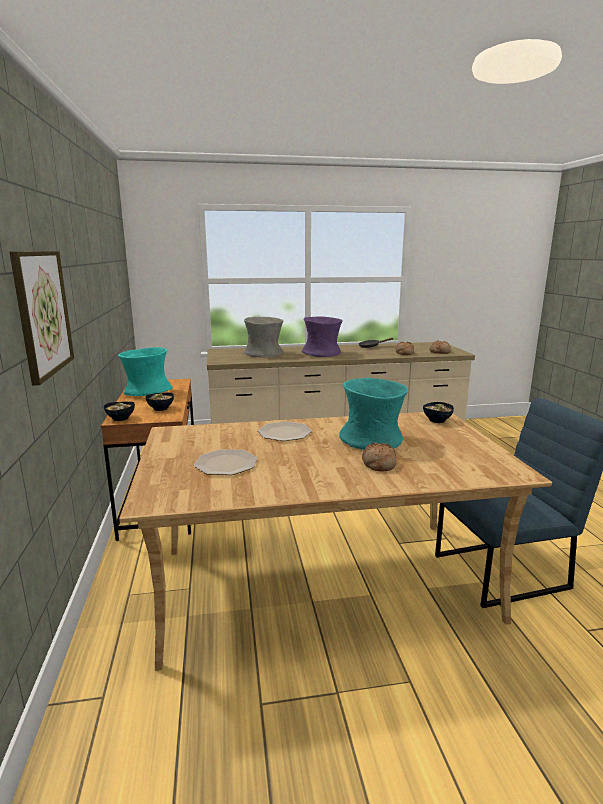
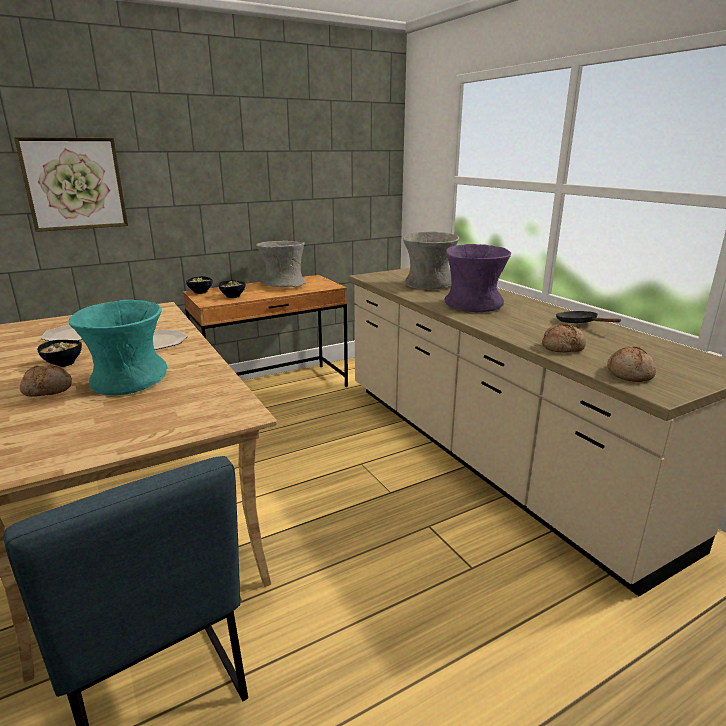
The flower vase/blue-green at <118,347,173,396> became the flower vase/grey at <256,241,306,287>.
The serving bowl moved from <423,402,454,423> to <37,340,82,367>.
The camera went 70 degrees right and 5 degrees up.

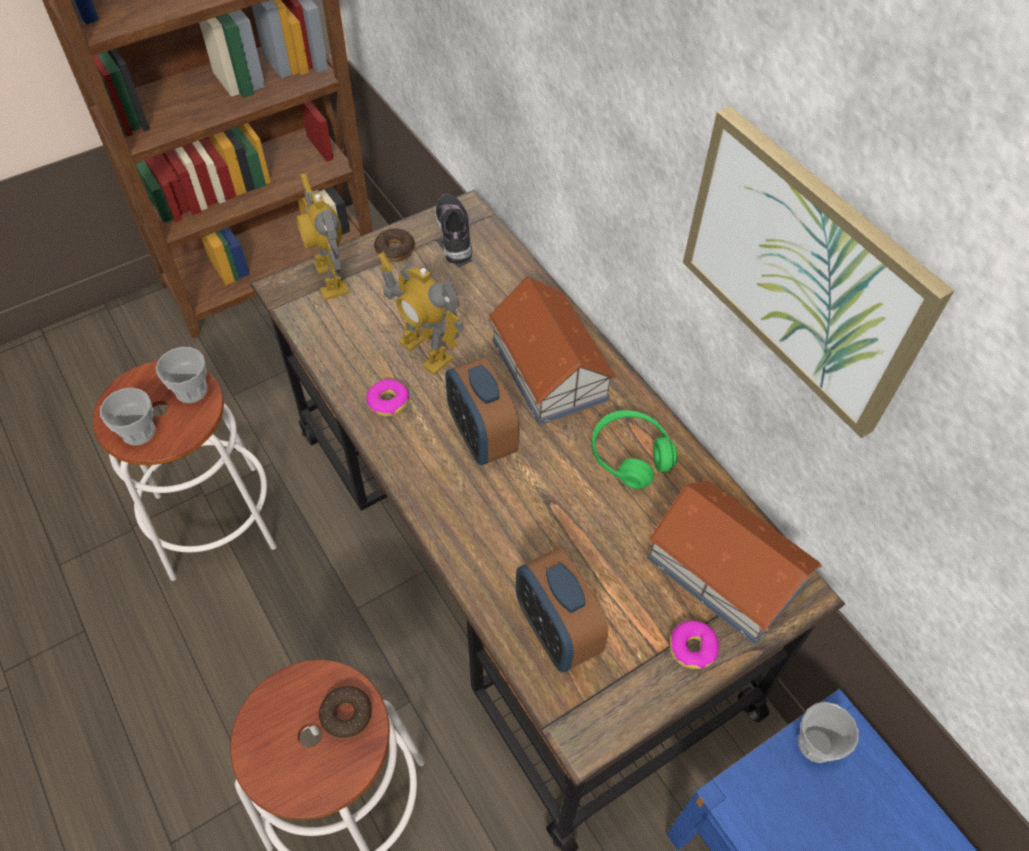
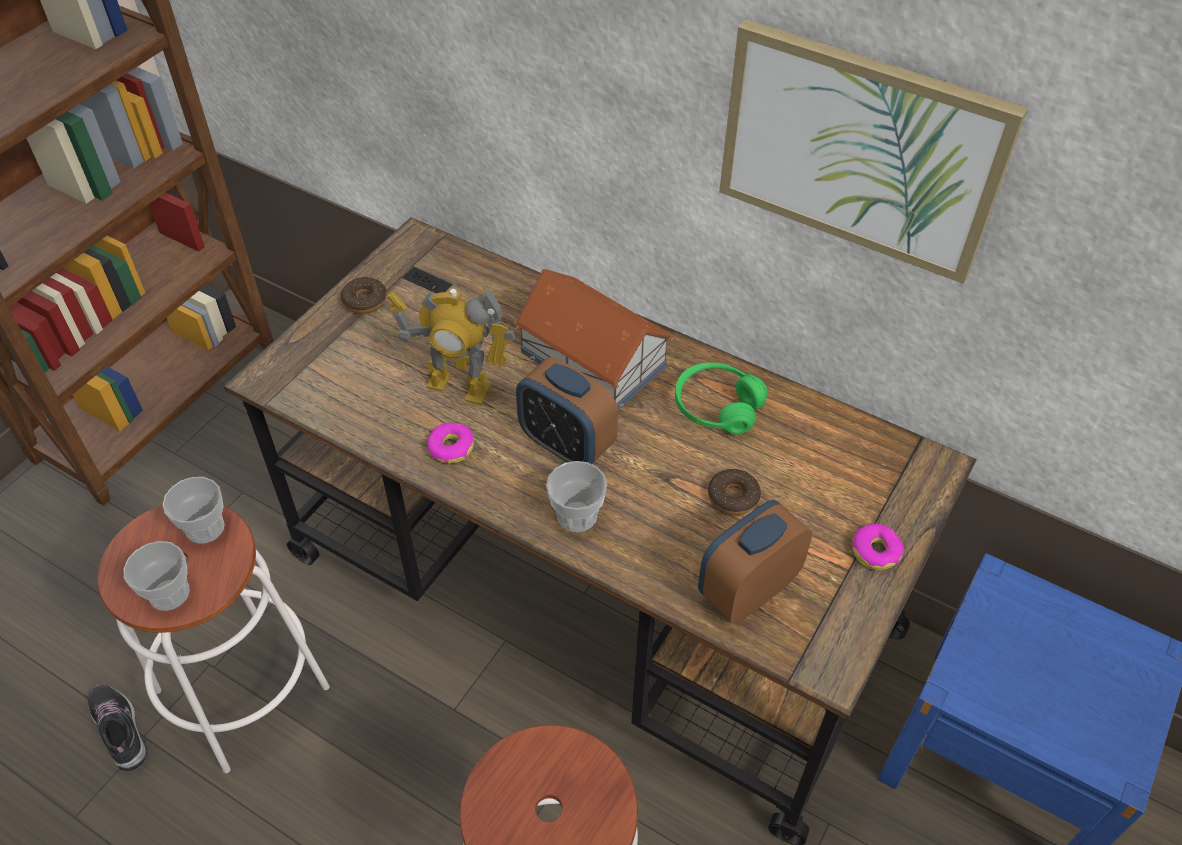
The robot figure at <296,173,349,300> disappeared.
The low shoe moved from <435,194,472,264> to <88,685,147,771>.
The miniature house at <647,479,822,644> disappeared.
The alarm clock at <516,548,608,673> turned 105 degrees clockwise.
The doughnut moved from <319,686,372,739> to <708,469,761,515>.
The cup moved from <798,702,859,763> to <546,461,607,532>.
The camera went 25 degrees left and 5 degrees down.

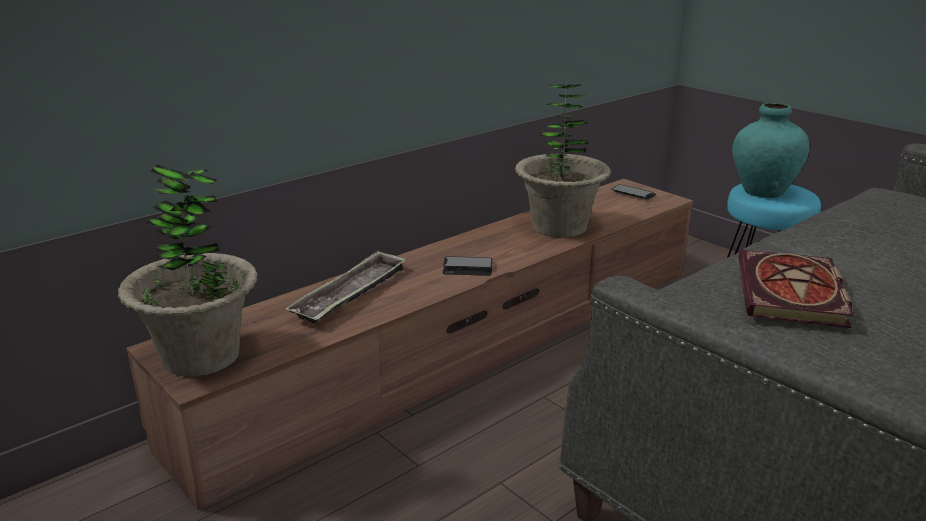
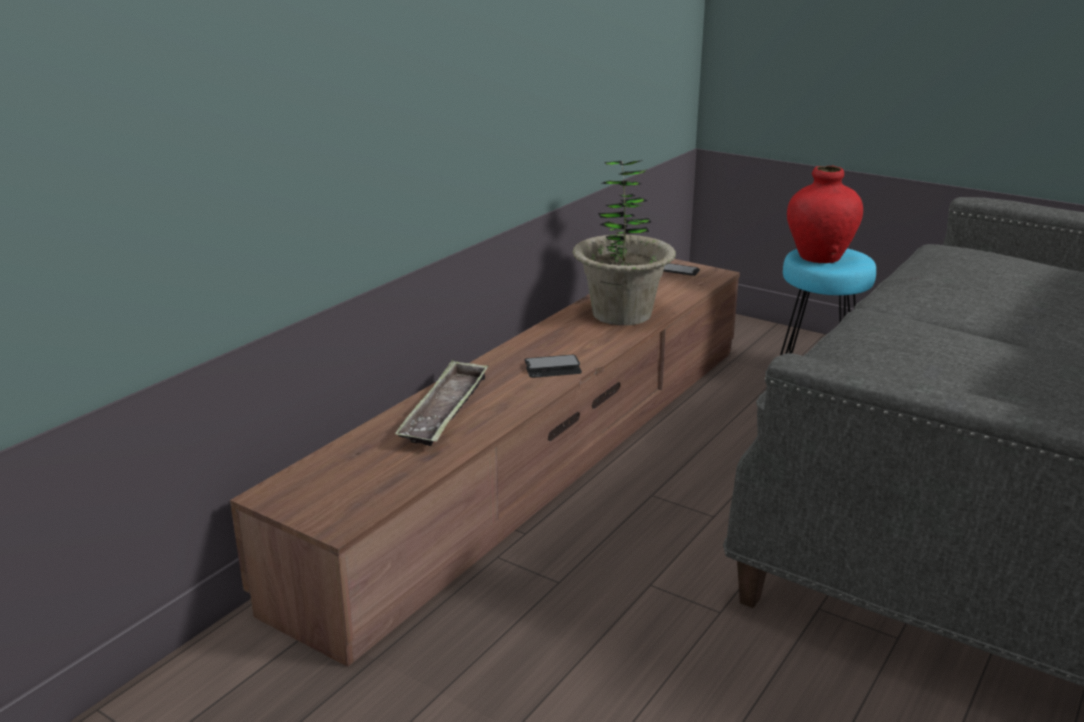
The flower vase/blue-green at <732,103,810,198> became the flower vase/reddish at <787,166,863,263>.
The plant in a pot at <118,165,258,377> disappeared.
The volume at <739,250,854,328> disappeared.
The camera went 15 degrees left and 0 degrees up.

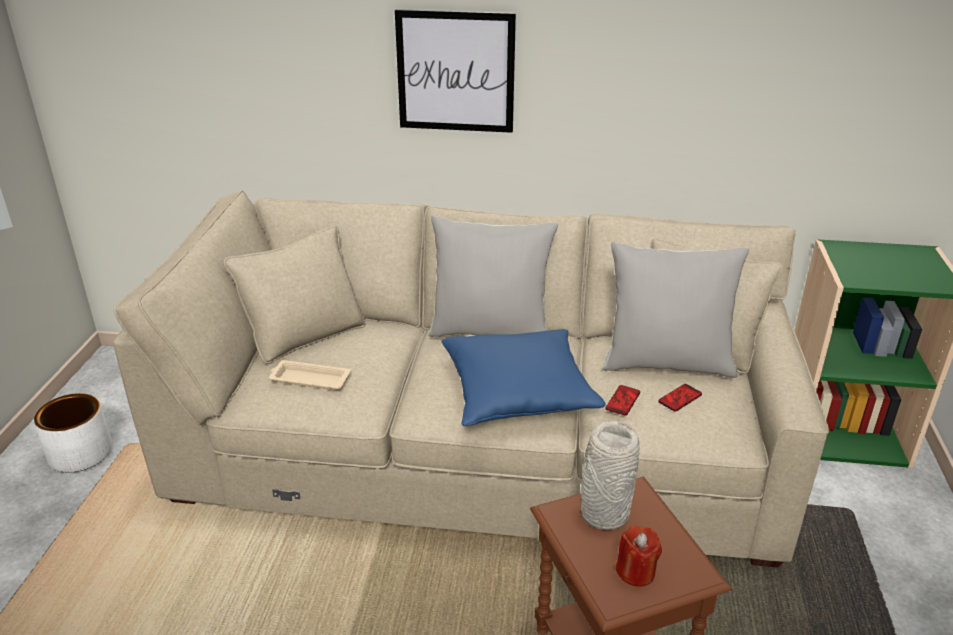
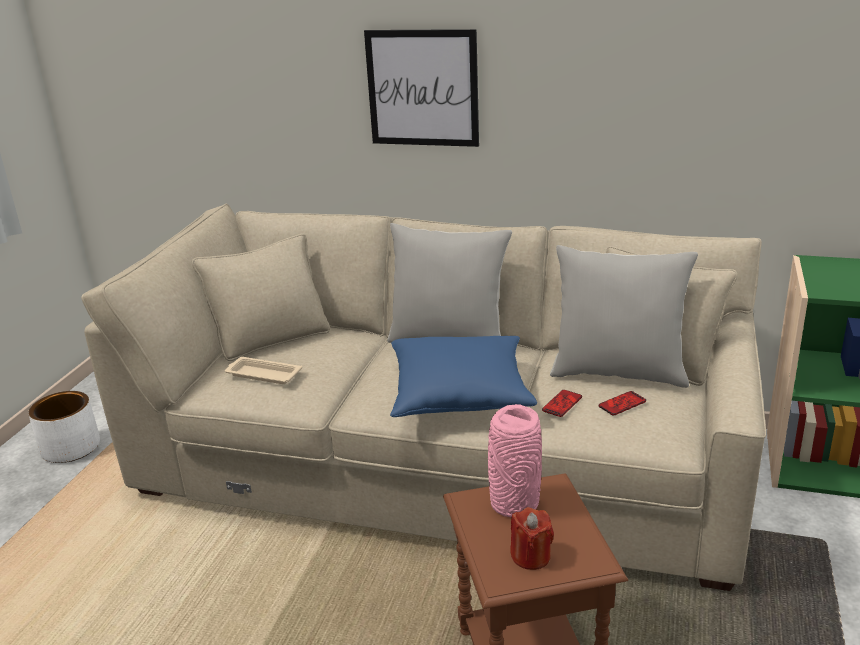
The flower vase/grey at <581,420,640,530> became the flower vase/pink-coloured at <488,404,542,518>.
The camera went 10 degrees right and 5 degrees down.

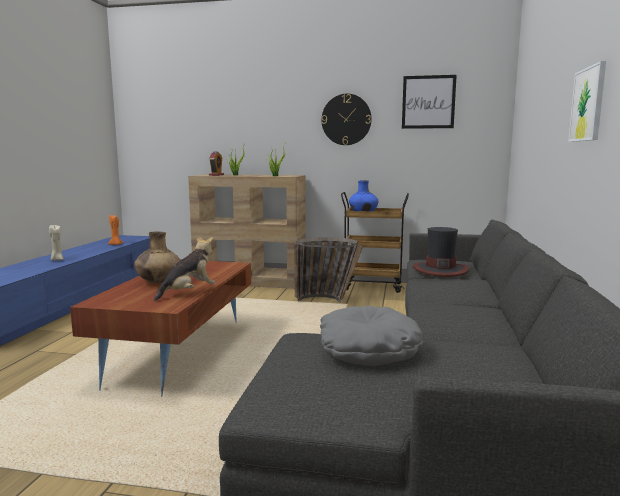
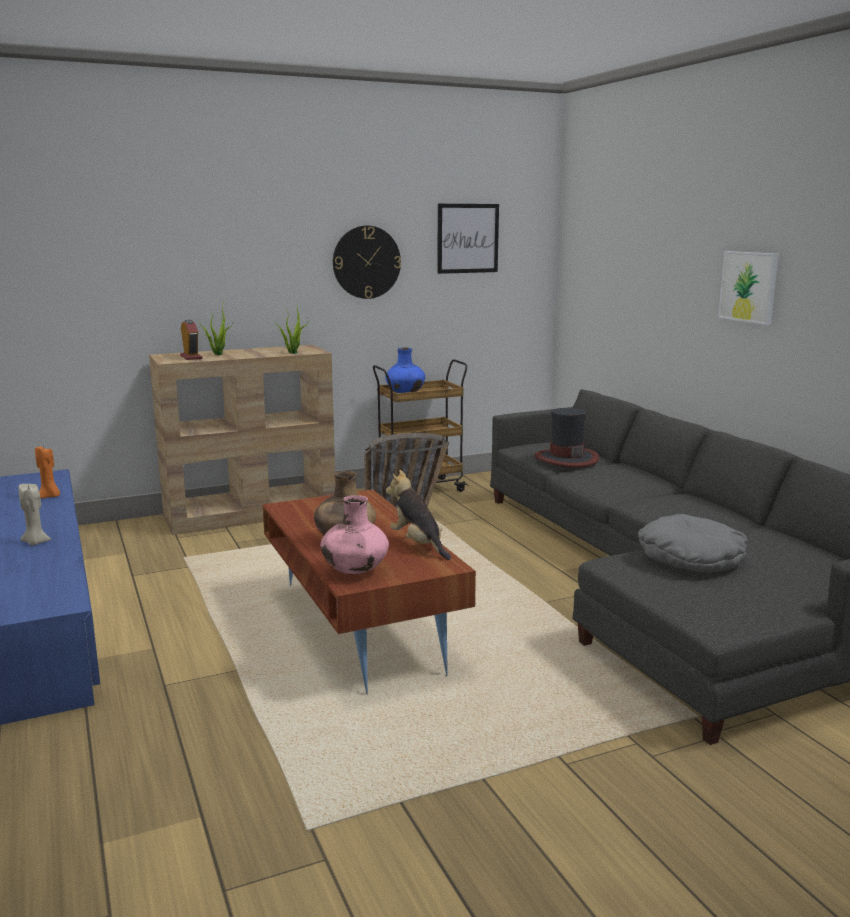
The cuddly toy at <154,235,215,301> turned 45 degrees counterclockwise.
The flower vase/pink-coloured at <320,495,389,574> appeared.
The camera went 35 degrees left and 5 degrees up.

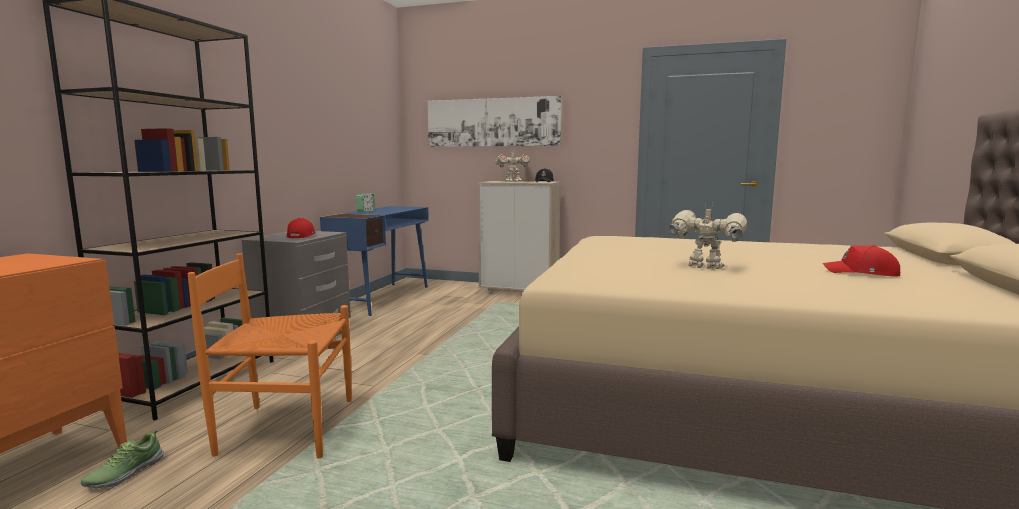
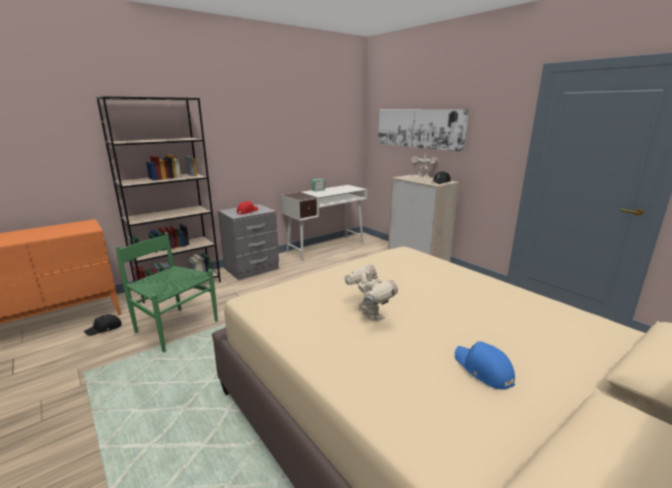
The desk table/blue at <320,206,429,316> became the desk table/white at <281,185,367,261>.
The cap/reddish at <823,245,901,276> became the cap/blue at <455,341,515,390>.
The plain chair/orangey at <188,253,352,458> became the plain chair/greenish at <116,232,218,352>.
The low shoe at <81,430,164,488> was replaced by the cap/black at <84,314,122,336>.
The camera went 35 degrees right and 10 degrees up.

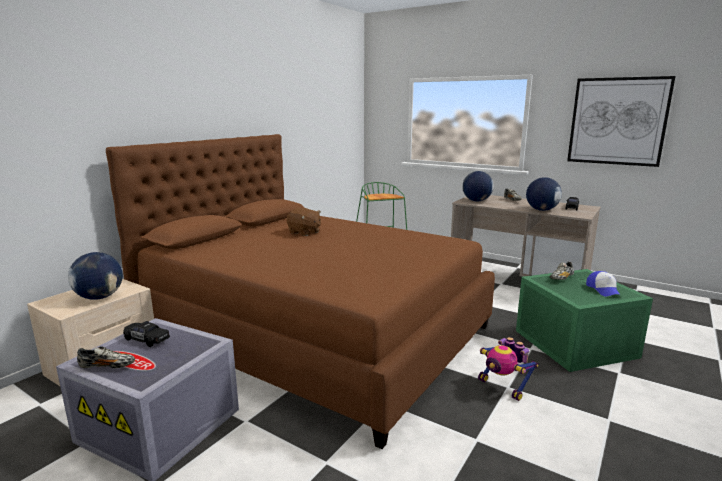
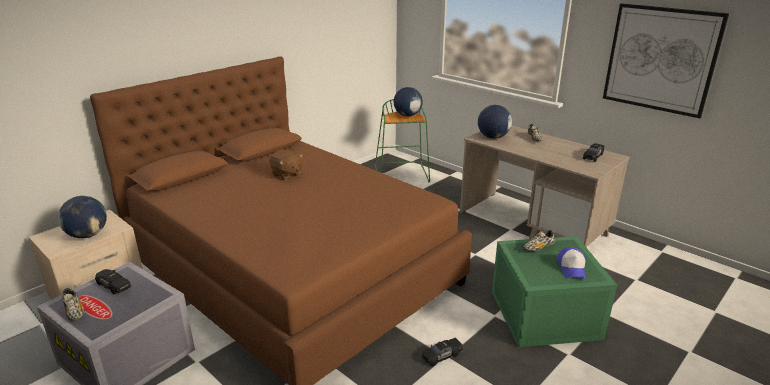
The globe moved from <526,177,562,211> to <394,87,423,117>.
The robot figure at <478,337,538,401> was replaced by the model car/black at <422,338,463,366>.
The low shoe at <77,347,135,369> turned 45 degrees clockwise.
The camera went 10 degrees right and 10 degrees up.

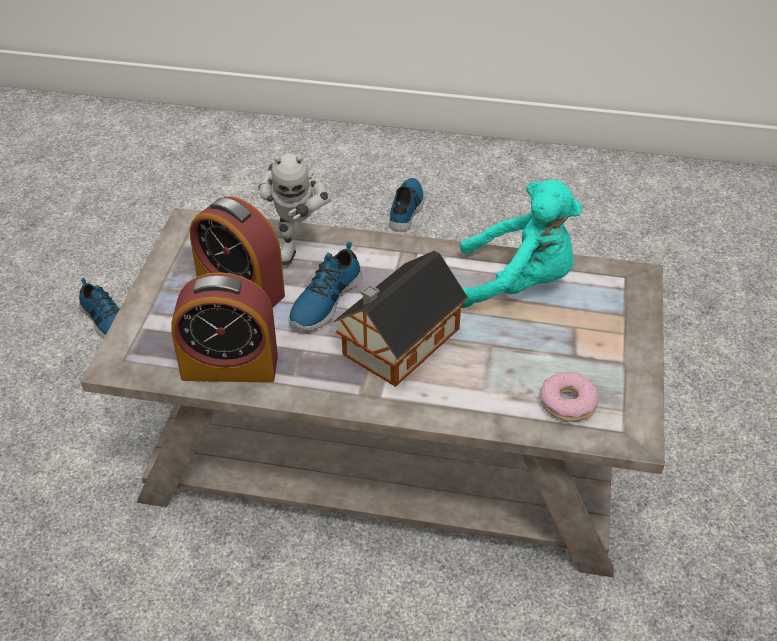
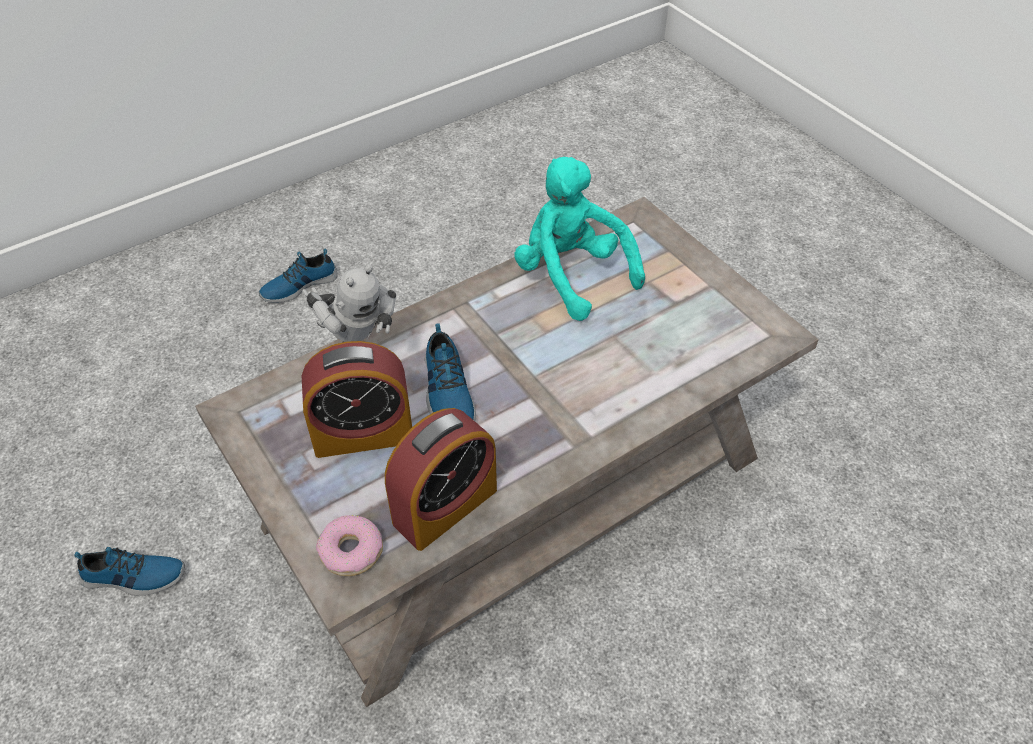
The low shoe at <389,178,424,232> turned 90 degrees counterclockwise.
The cuddly toy/blue-green at <460,180,582,308> turned 90 degrees counterclockwise.
The miniature house at <333,251,468,387> disappeared.
The doughnut moved from <541,372,598,422> to <316,515,383,576>.
The camera went 45 degrees left and 5 degrees up.

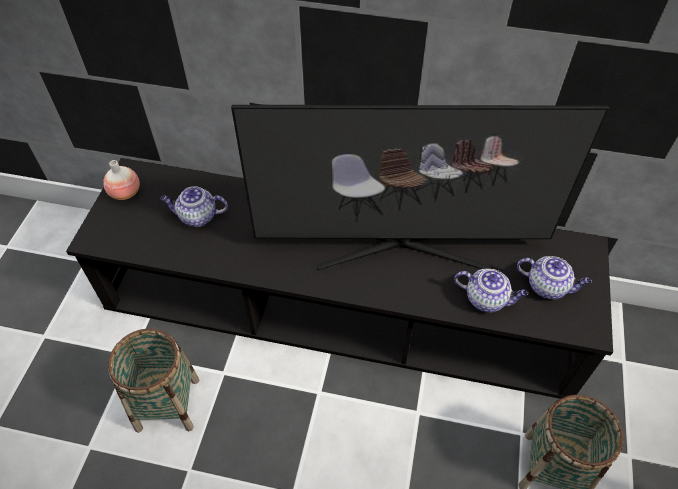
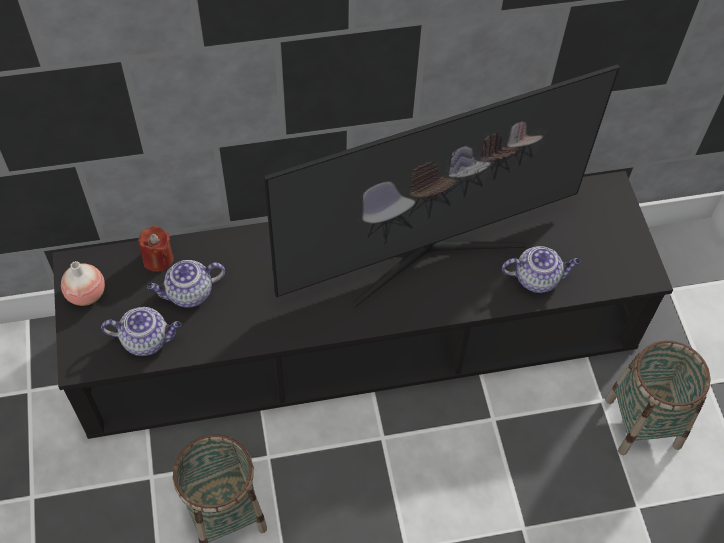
The pot for tea moved from <517,256,592,299> to <101,307,181,356>.
The wax light/reddish at <138,226,174,272> appeared.
The camera went 25 degrees left and 5 degrees up.

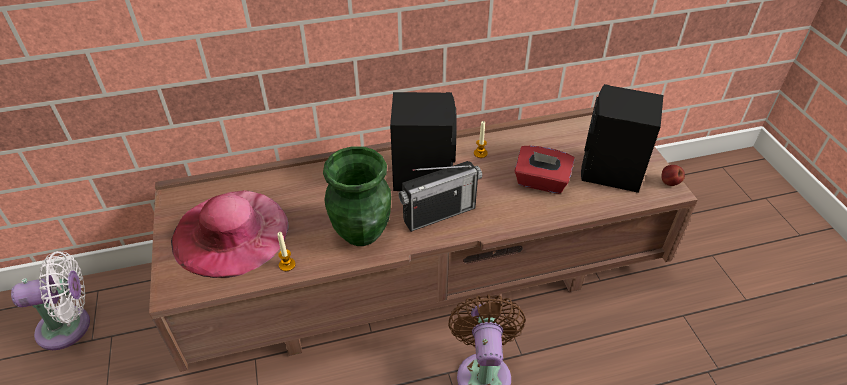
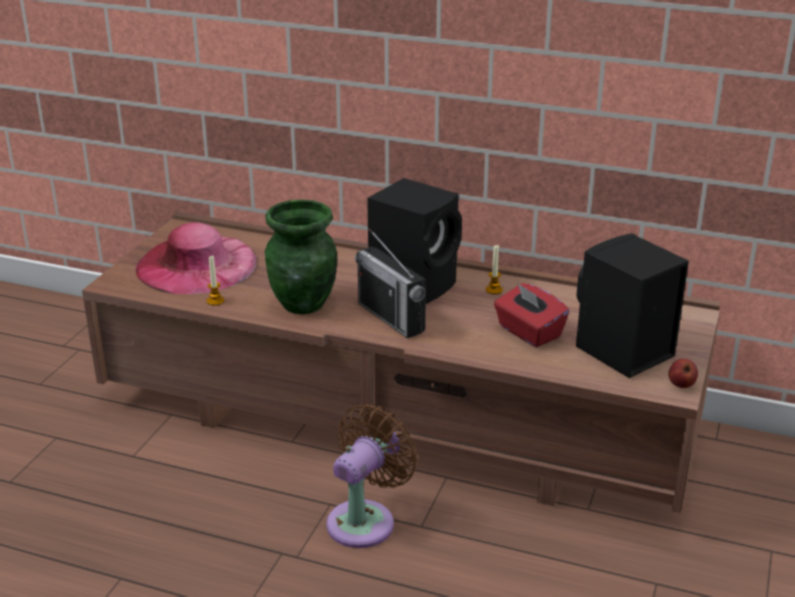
The radio set at <398,161,482,232> turned 45 degrees clockwise.
The cooling fan/white at <11,251,90,350> disappeared.
The camera went 35 degrees right and 15 degrees down.

